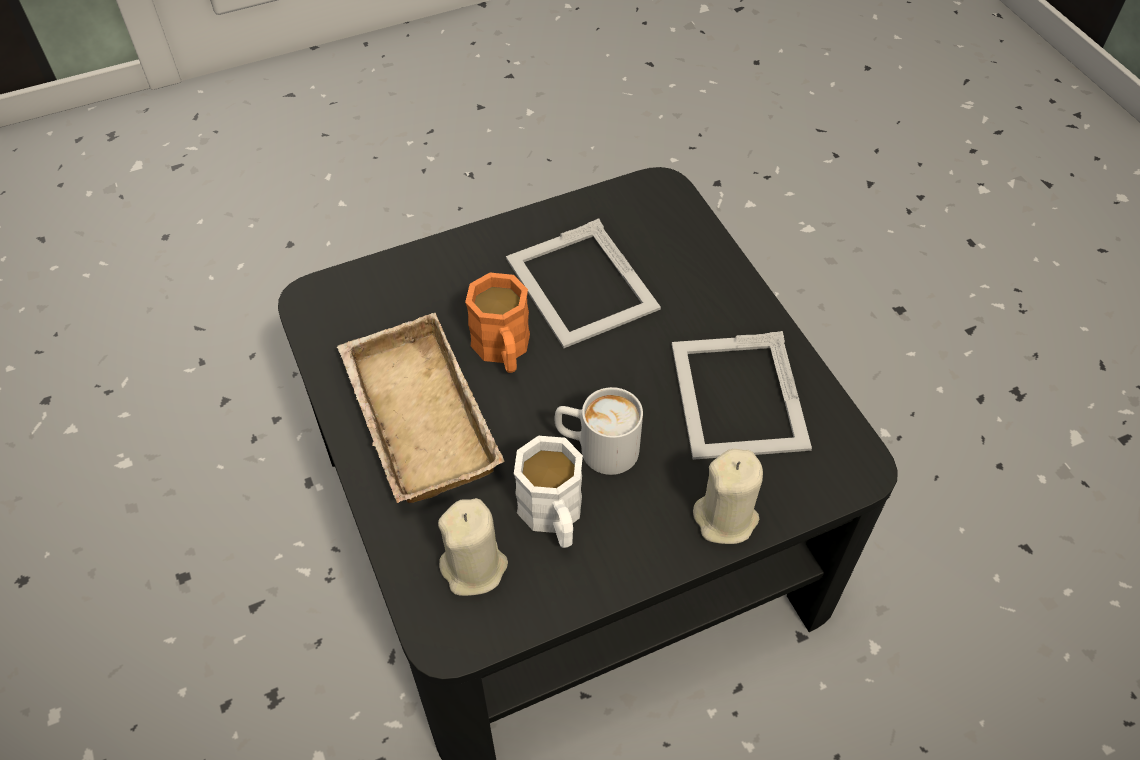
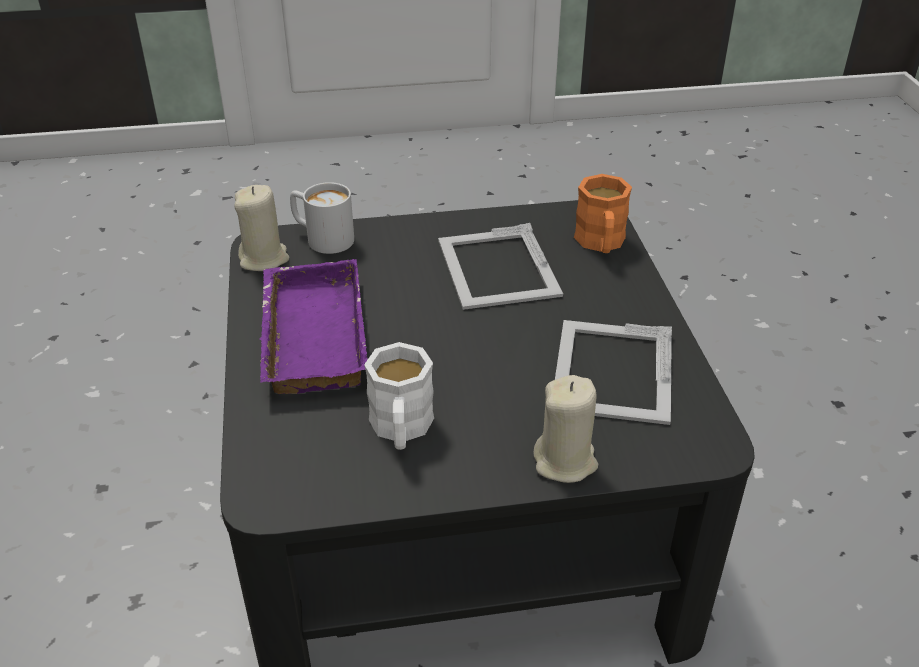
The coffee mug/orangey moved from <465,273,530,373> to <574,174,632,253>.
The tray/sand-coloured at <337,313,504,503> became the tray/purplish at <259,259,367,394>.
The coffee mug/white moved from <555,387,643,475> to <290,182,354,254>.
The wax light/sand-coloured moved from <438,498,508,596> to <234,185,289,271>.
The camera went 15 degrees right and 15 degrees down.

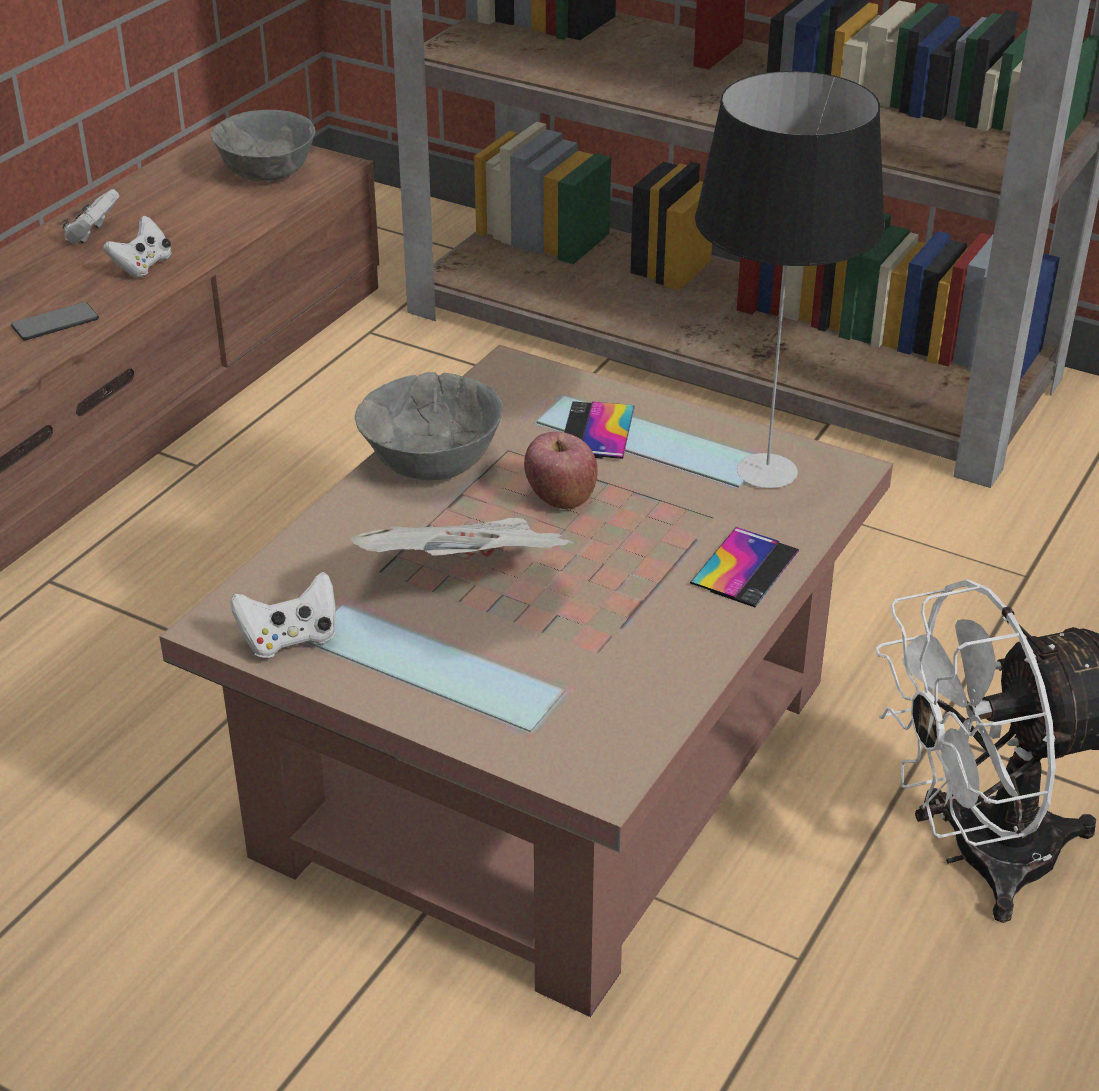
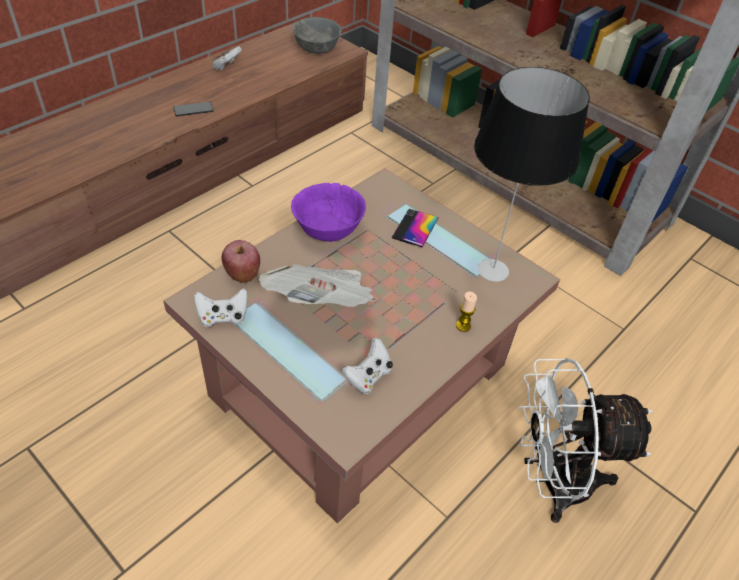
The gamepad/white moved from <103,216,171,278> to <341,338,393,394>.
The serving bowl/grey at <355,372,503,480> became the serving bowl/purplish at <291,183,366,242>.
The apple moved from <524,432,598,509> to <222,240,260,282>.
The phone at <690,527,799,607> was replaced by the wax light at <456,292,477,332>.
The camera went 10 degrees right and 10 degrees up.

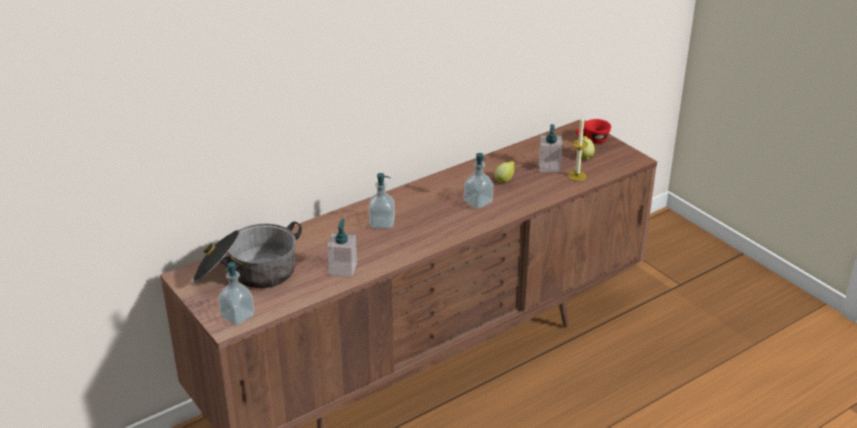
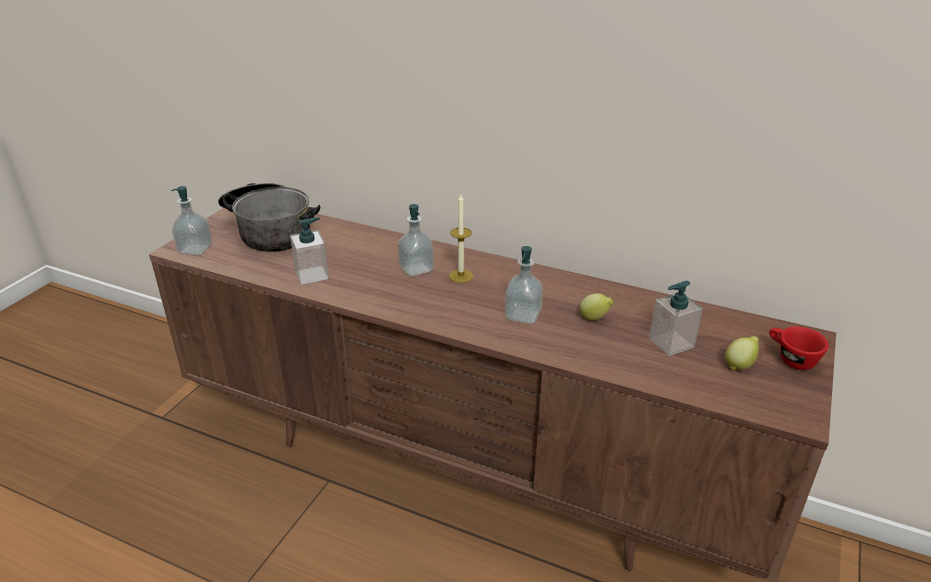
The wax light moved from <568,116,588,181> to <449,194,473,283>.
The camera went 60 degrees right and 0 degrees up.

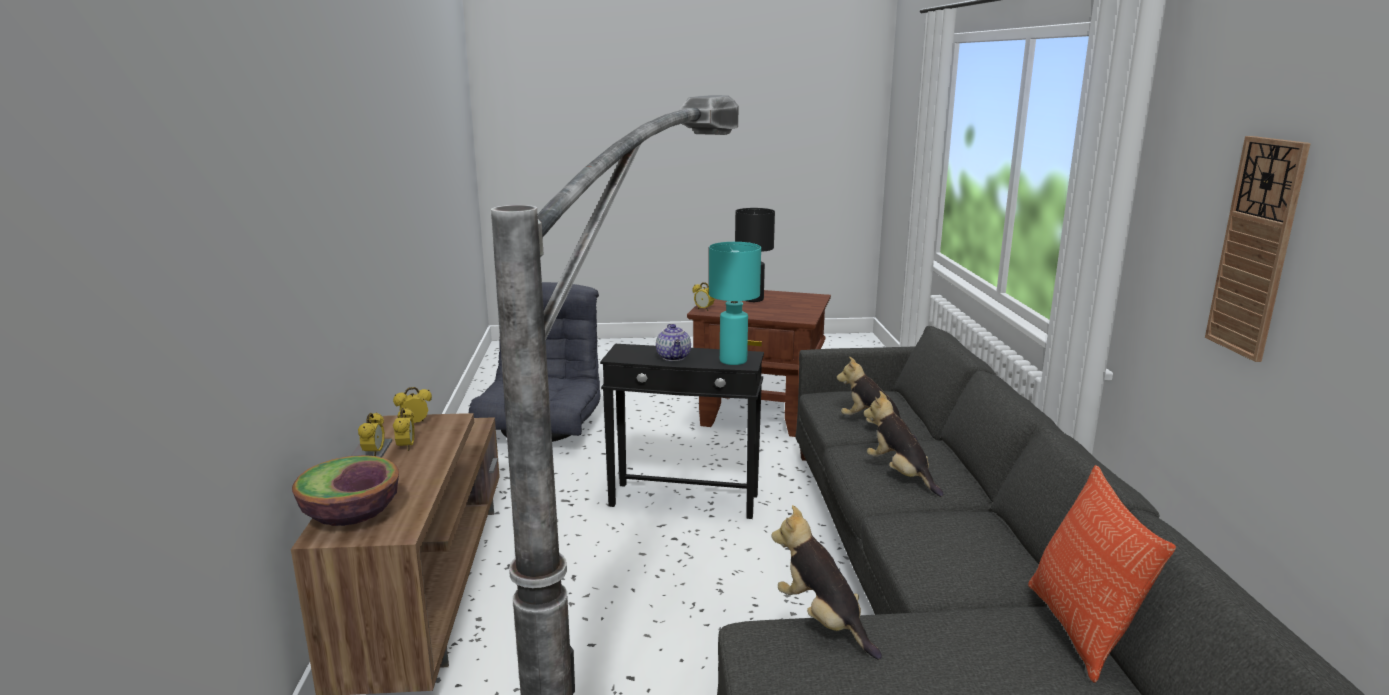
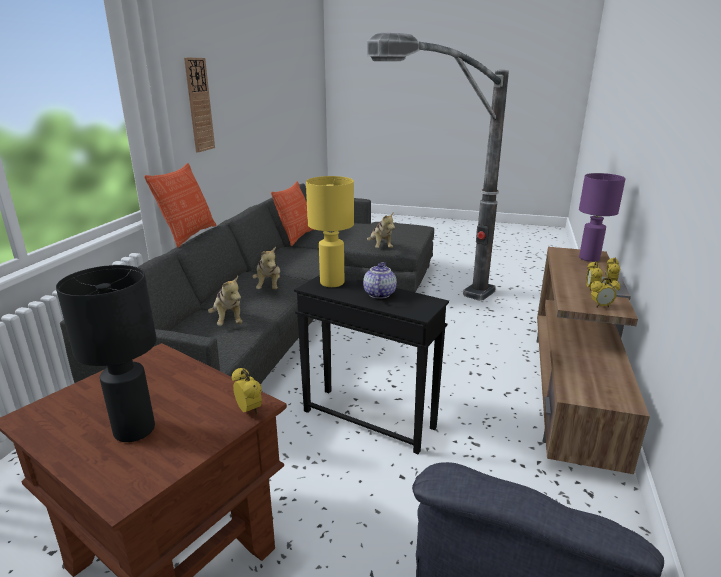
The tabletop lamp/blue-green at <709,242,761,365> became the tabletop lamp/yellow-coloured at <306,176,354,287>.
The serving bowl at <292,455,399,526> was replaced by the tabletop lamp/purplish at <579,173,626,262>.
The throw pillow/orangey at <144,163,216,248> appeared.
The camera went 160 degrees left and 5 degrees up.

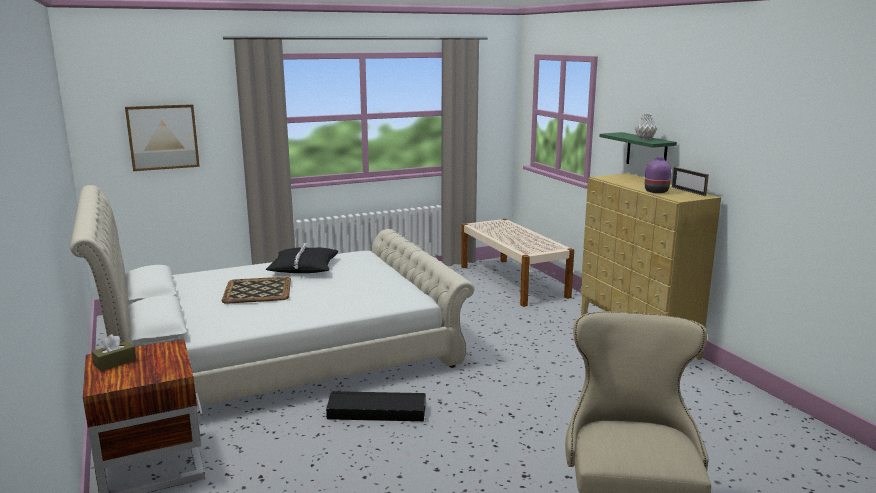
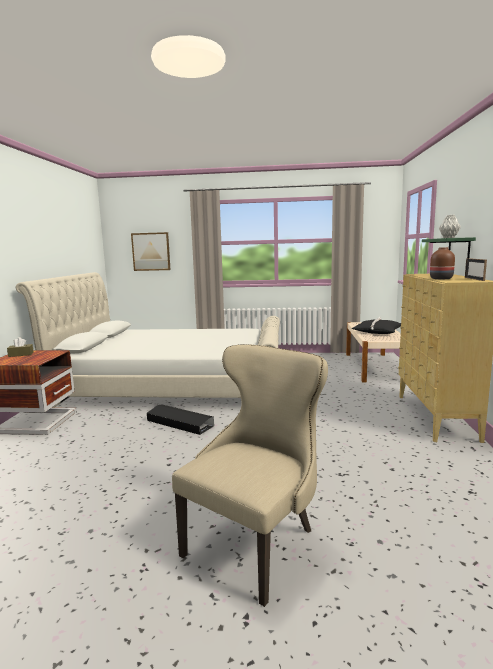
The flower vase/purplish at <645,157,671,193> became the flower vase/brownish at <430,247,455,279>.
The throw pillow/black moved from <265,243,338,273> to <352,317,401,334>.
The tray at <222,277,291,304> disappeared.
The camera went 30 degrees right and 5 degrees down.

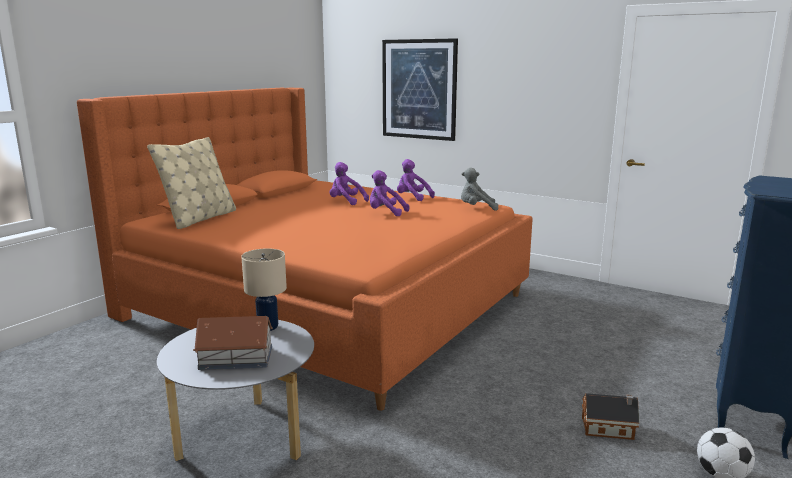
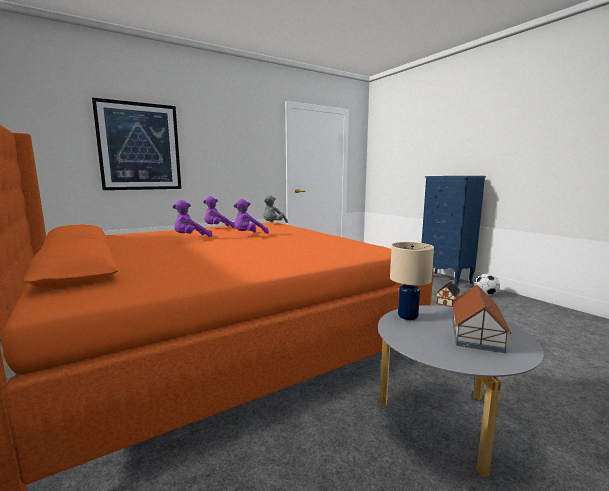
The throw pillow/sand-coloured at <147,137,236,229> disappeared.
The camera went 65 degrees left and 5 degrees down.

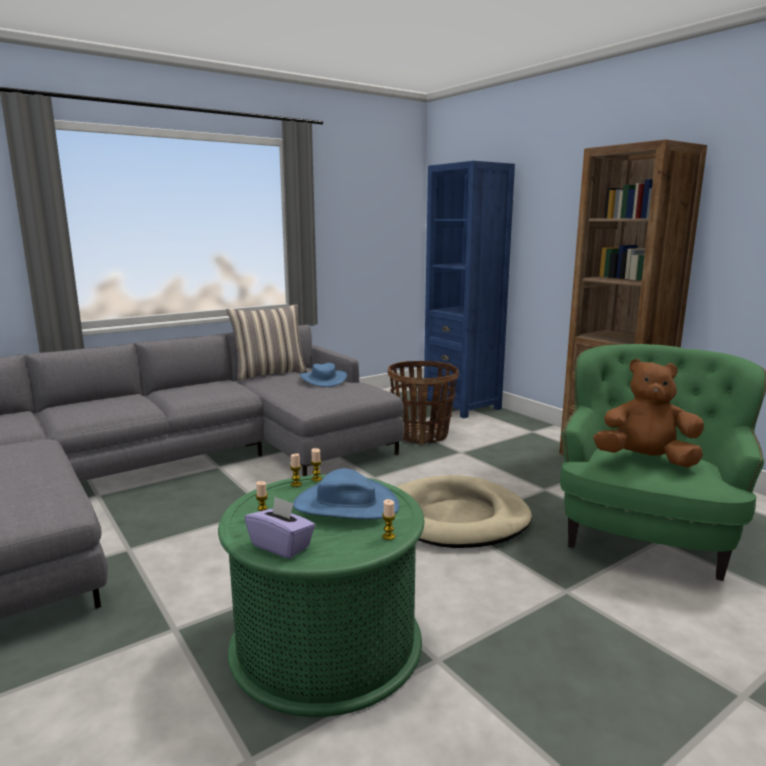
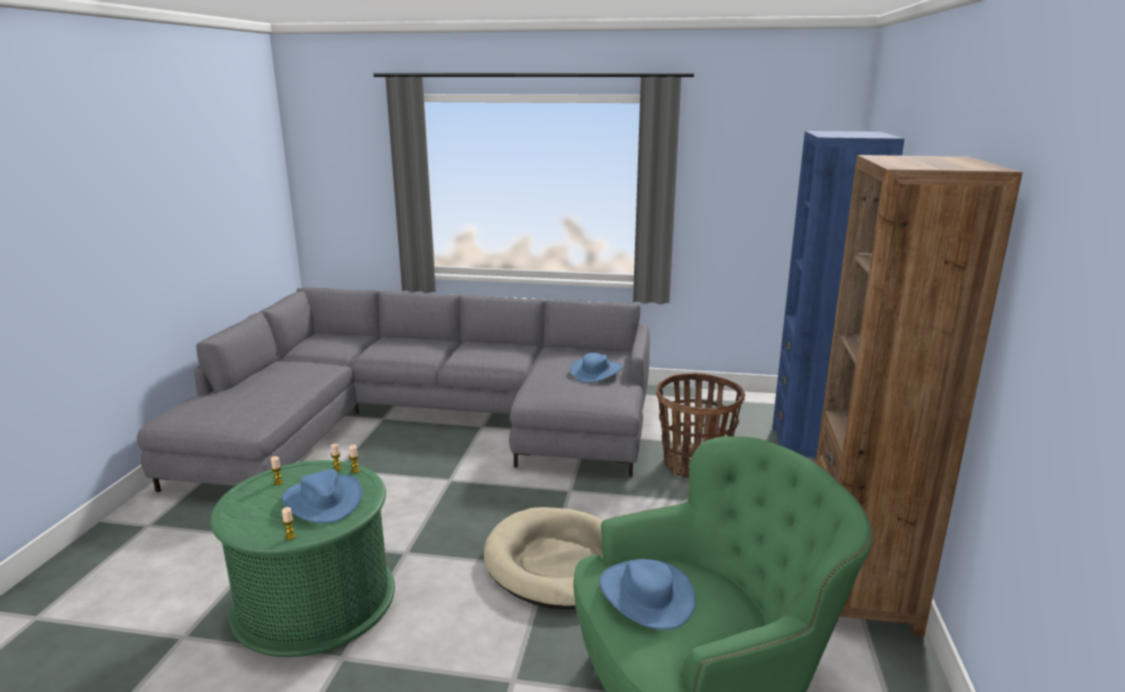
The throw pillow at <227,304,307,380> disappeared.
The cuddly toy/brownish at <593,359,704,468> was replaced by the hat/blue at <599,559,695,630>.
The tissue box/purplish at <245,497,316,559> disappeared.
The camera went 45 degrees right and 5 degrees up.

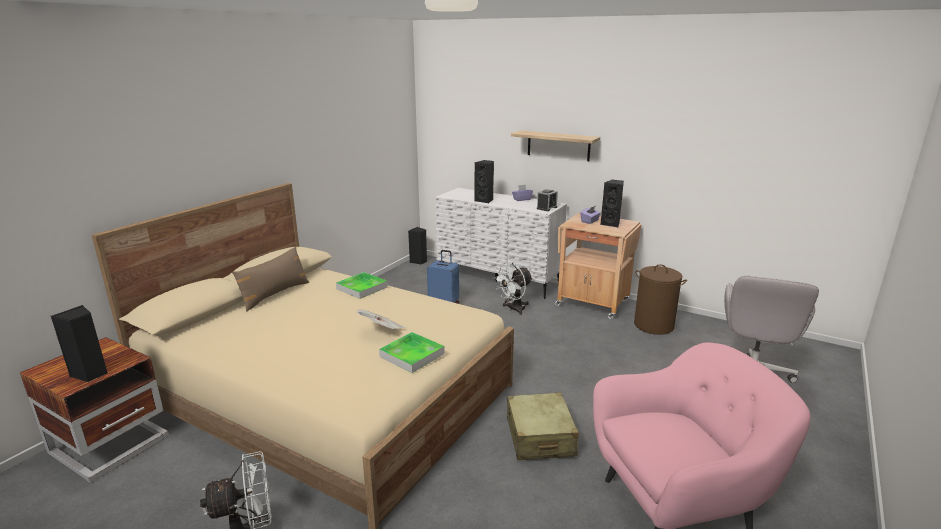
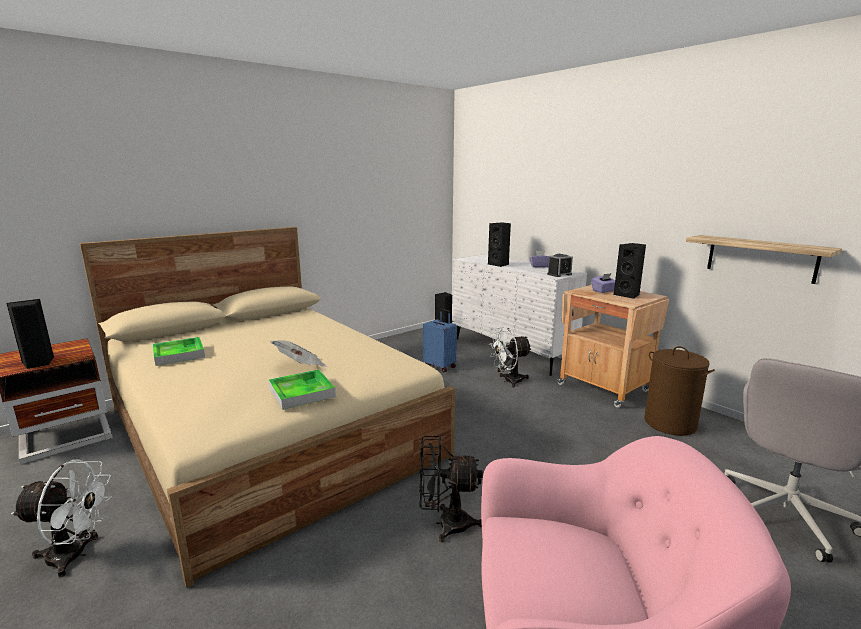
The bracket shelf moved from <511,130,600,161> to <686,235,842,284>.
The throw pillow/brownish at <232,246,309,312> disappeared.
The tray moved from <336,272,388,299> to <153,337,205,366>.
The travel case/sand-coloured at <507,392,579,460> was replaced by the cooling fan/black at <419,435,483,542>.
The camera went 20 degrees right and 5 degrees down.

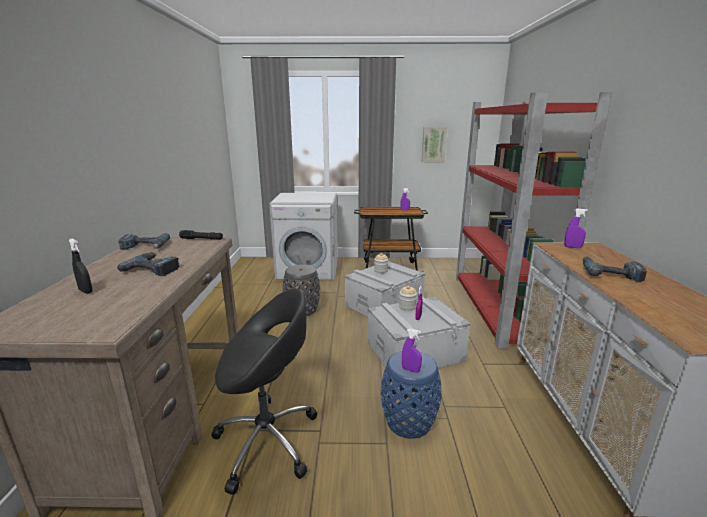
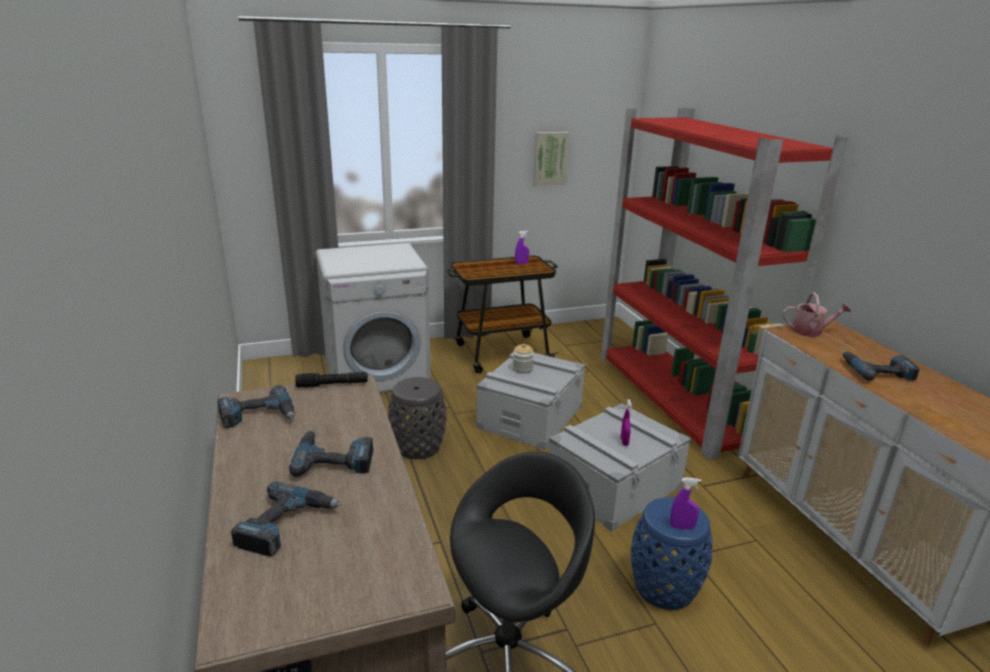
The spray bottle/purplish at <564,208,588,248> was replaced by the watering pot at <783,293,852,337>.
The spray bottle/black at <69,239,93,293> was replaced by the drill at <231,481,341,557>.
The preserve jar at <399,286,417,311> disappeared.
The camera went 20 degrees left and 5 degrees up.

